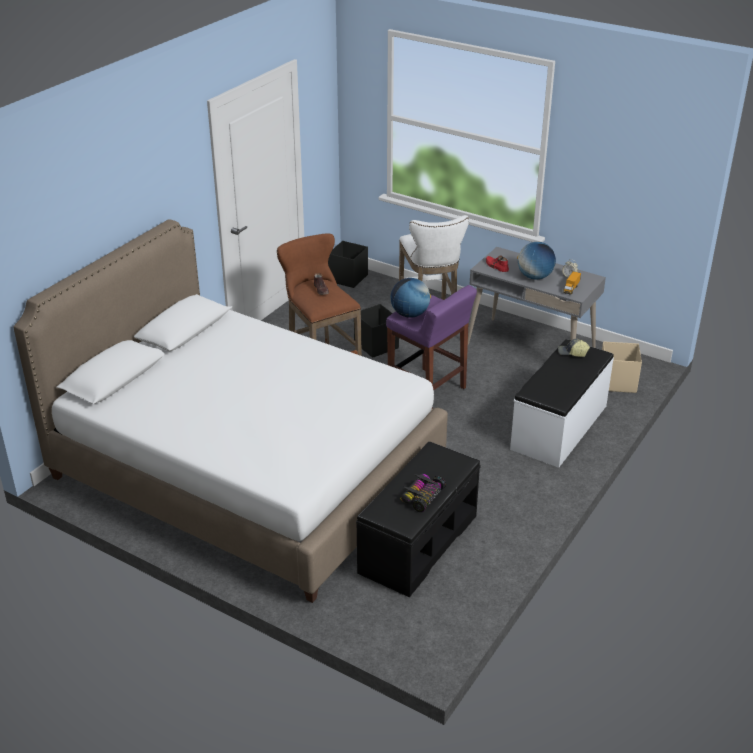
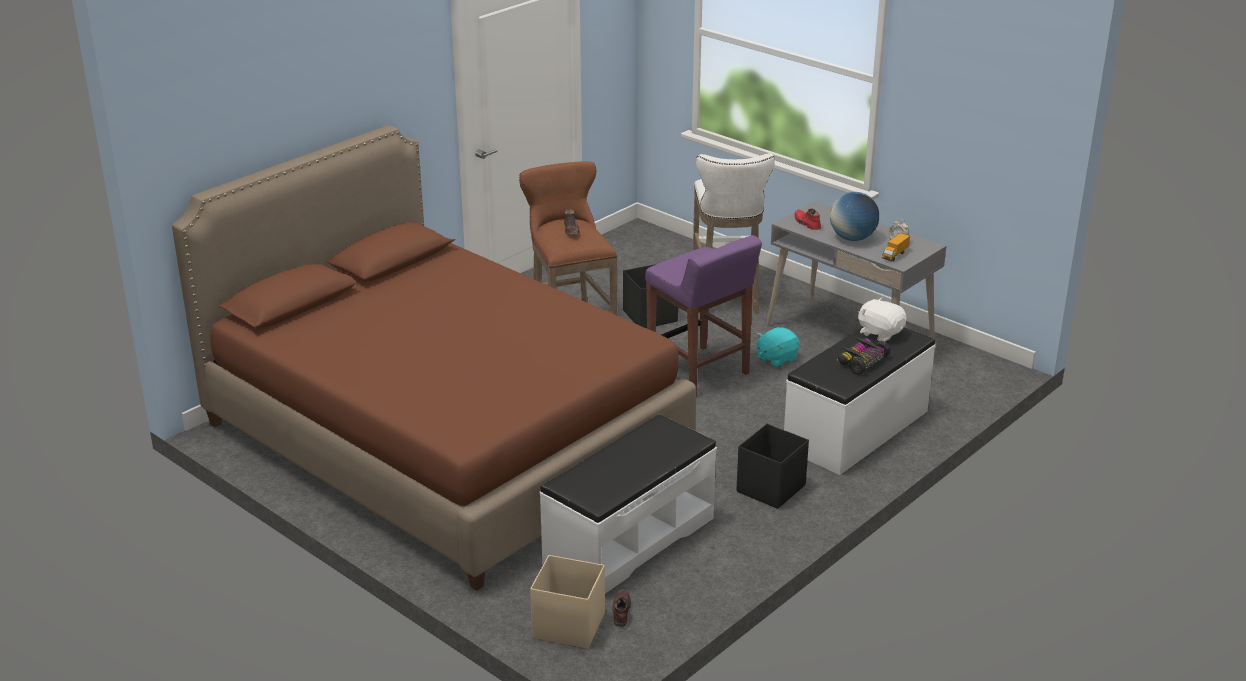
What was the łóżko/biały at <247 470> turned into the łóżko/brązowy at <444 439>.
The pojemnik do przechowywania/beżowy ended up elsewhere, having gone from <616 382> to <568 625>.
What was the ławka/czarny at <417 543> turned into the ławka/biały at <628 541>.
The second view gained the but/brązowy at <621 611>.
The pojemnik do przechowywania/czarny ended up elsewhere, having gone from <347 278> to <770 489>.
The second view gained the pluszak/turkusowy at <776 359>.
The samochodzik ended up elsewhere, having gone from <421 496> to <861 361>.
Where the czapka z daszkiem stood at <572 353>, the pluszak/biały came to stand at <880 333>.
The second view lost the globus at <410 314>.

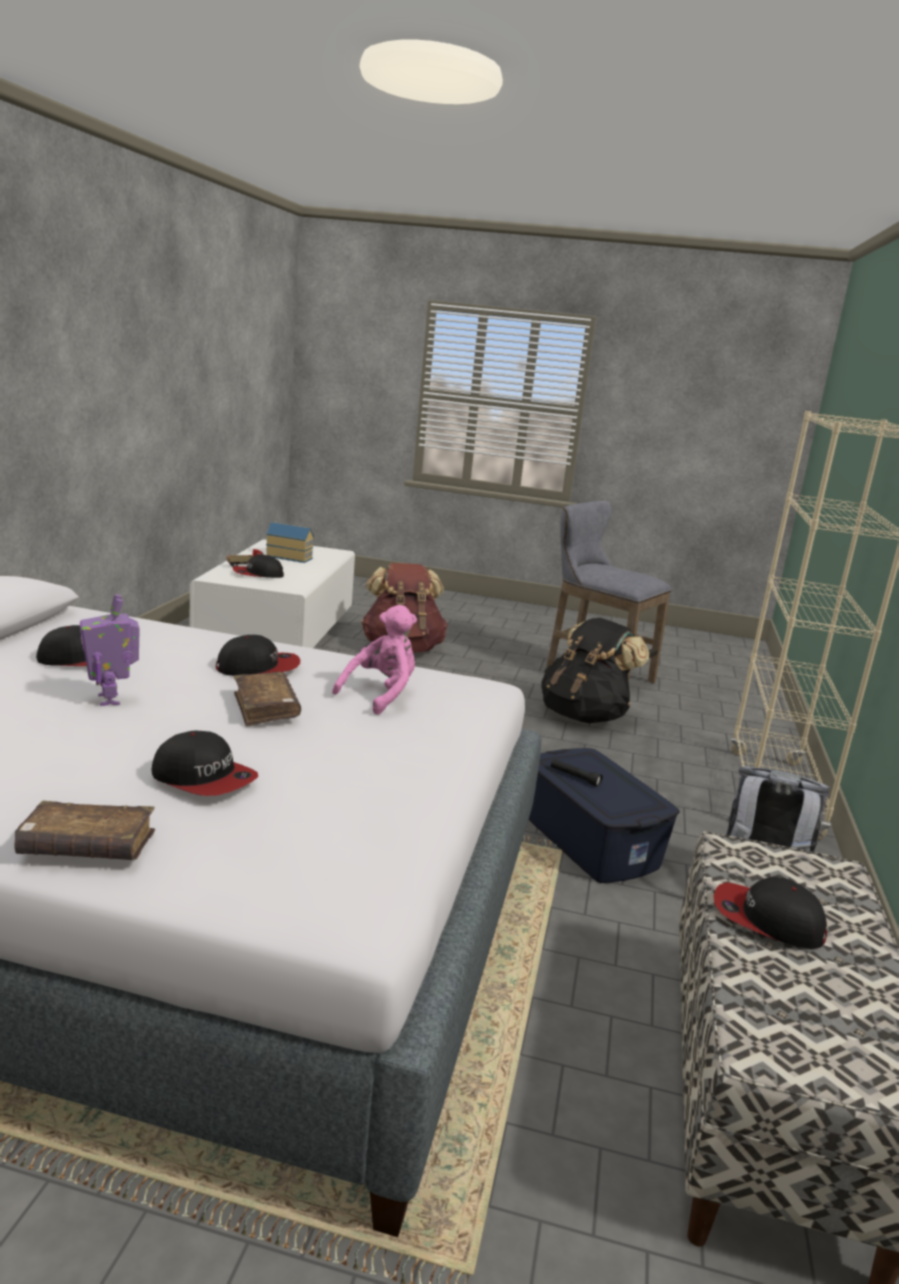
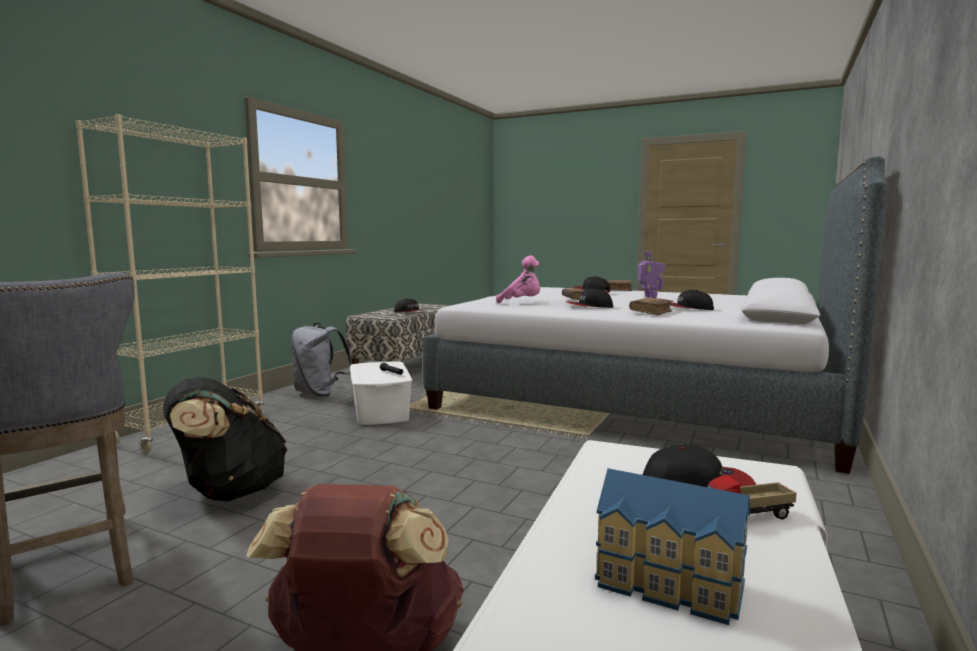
What was the pojemnik do przechowywania/niebieski at <590 840> turned into the pojemnik do przechowywania/biały at <380 411>.
The pluszak/różowy at <381 695> ended up facing another way, 120 degrees counterclockwise from before.
The second view gained the książka/brązowy at <651 312>.

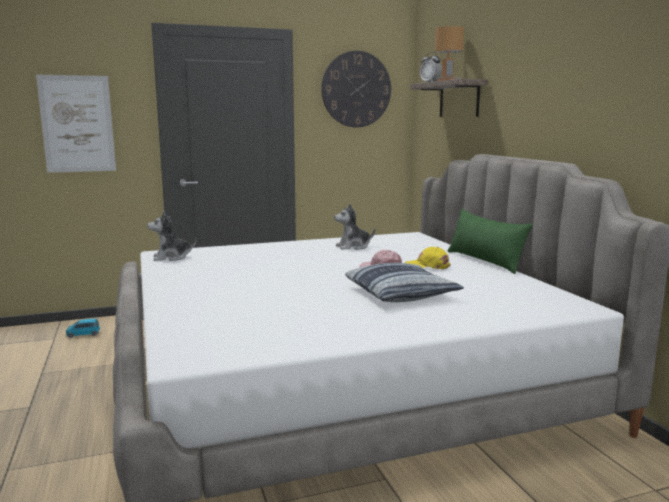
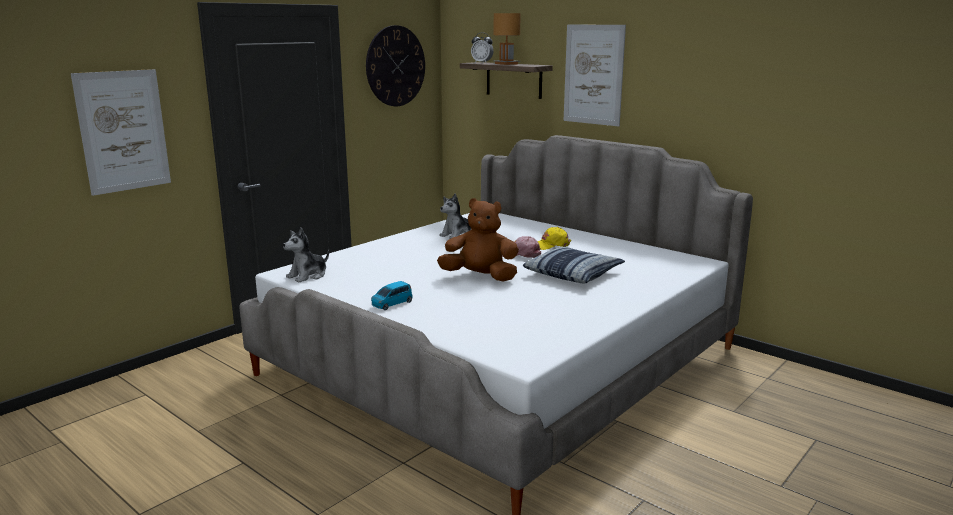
The samochodzik/niebieski ended up elsewhere, having gone from <83 334> to <392 304>.
The second view gained the pluszak/brązowy at <480 277>.
The second view gained the obraz at <593 75>.
The second view lost the poduszka/zielony at <484 261>.

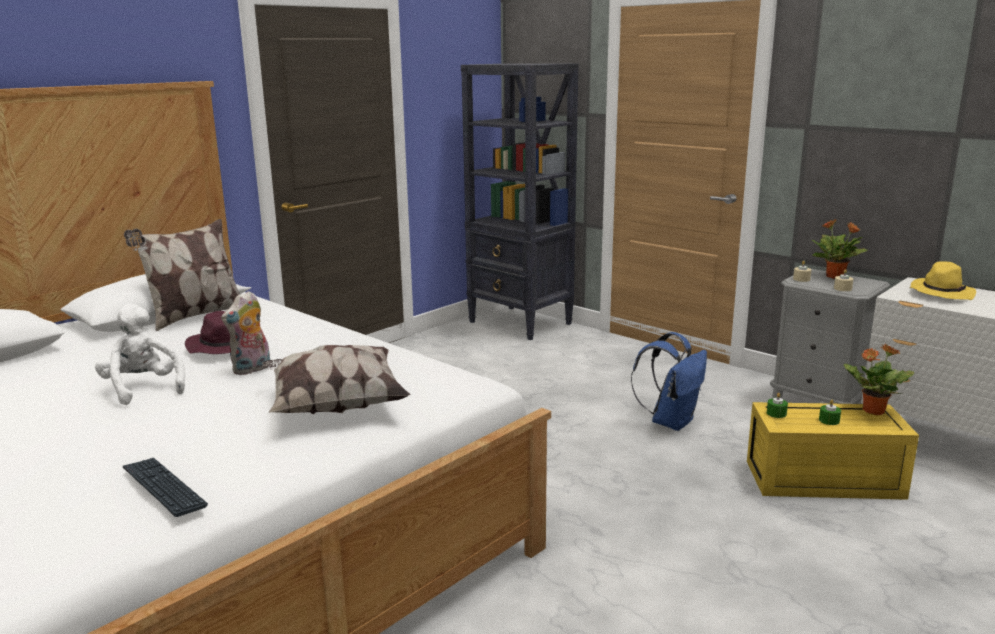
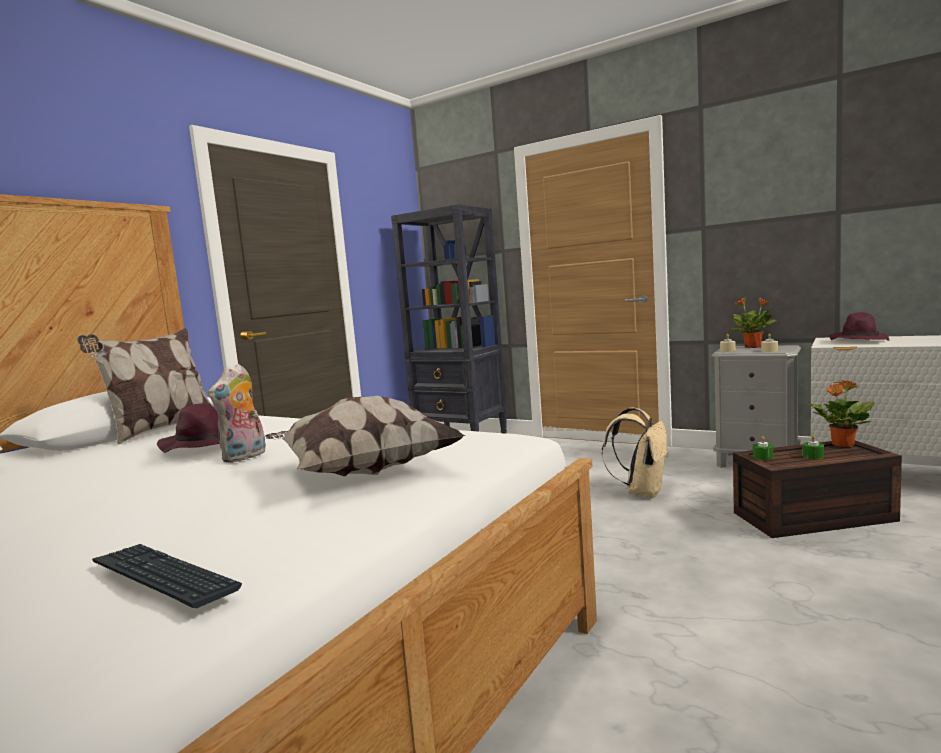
What was the plecak/niebieski at <671 421> turned into the plecak/beżowy at <642 492>.
What was the pojemnik do przechowywania/żółty at <822 480> turned into the pojemnik do przechowywania/brązowy at <812 518>.
What was the kapelusz/żółty at <940 293> turned into the kapelusz/fioletowy at <858 341>.
The second view lost the pluszak/biały at <143 388>.

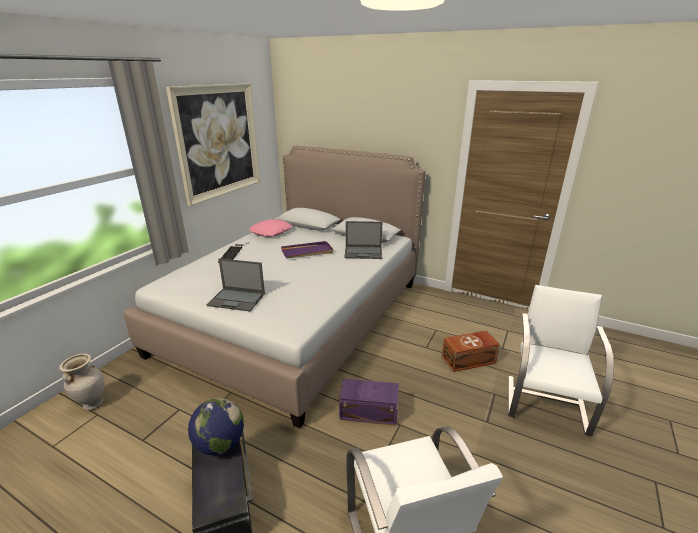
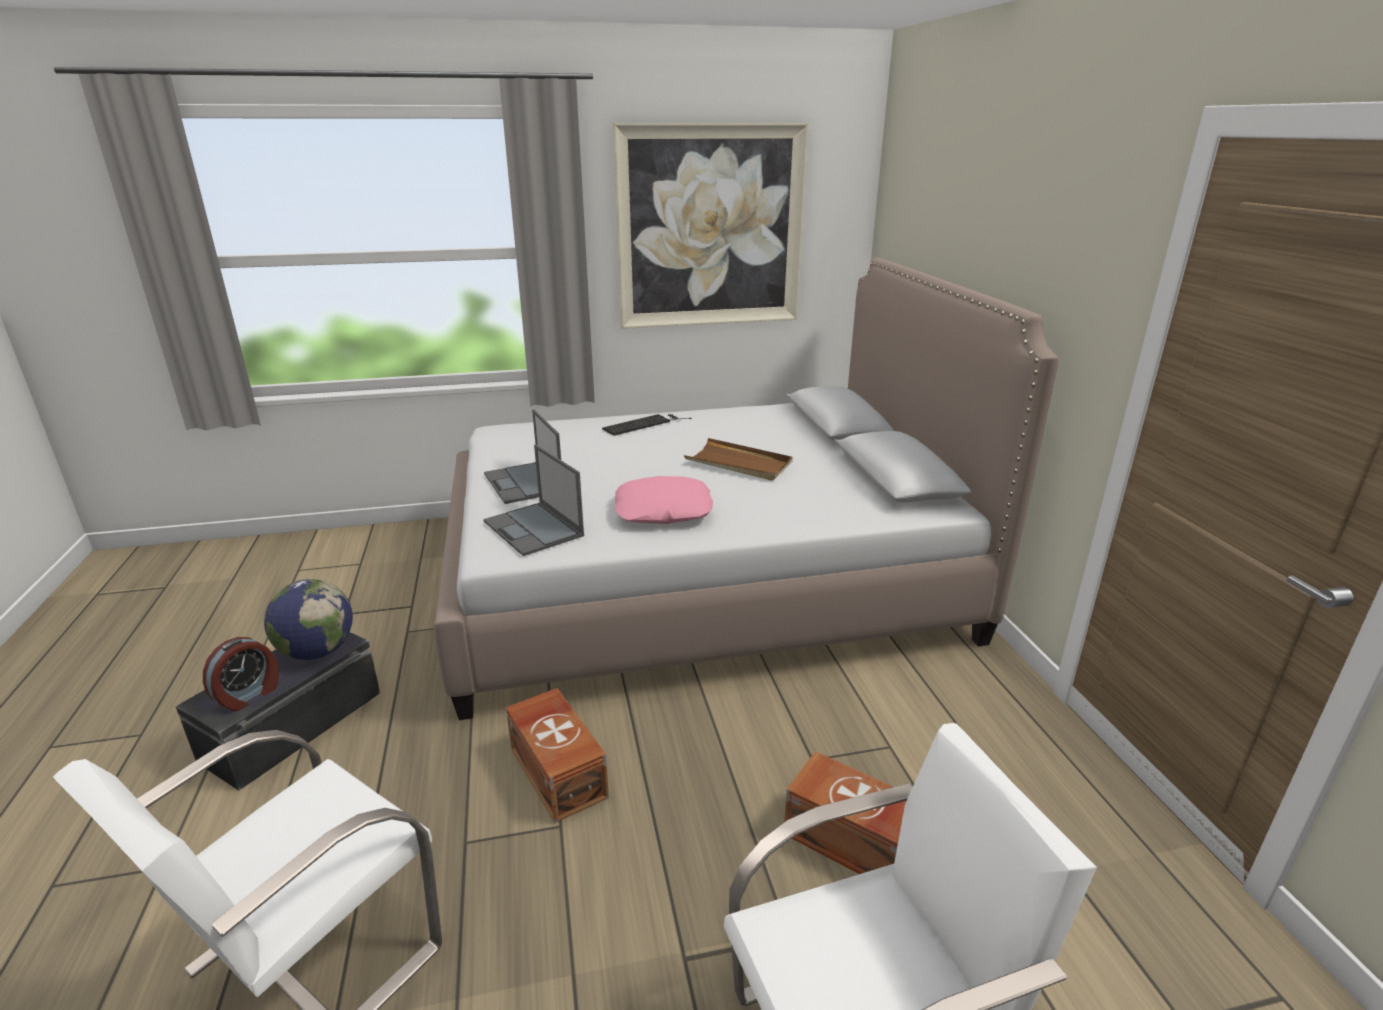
The second view gained the budzik at <249 695>.
The laptop ended up elsewhere, having gone from <364 252> to <534 529>.
What was the pojemnik do przechowywania/fioletowy at <368 411> turned into the pojemnik do przechowywania/brązowy at <559 771>.
The poduszka/różowy ended up elsewhere, having gone from <271 232> to <663 511>.
What was the taca/fioletowy at <307 252> turned into the taca/brązowy at <739 463>.
The second view lost the wazon/beżowy at <92 404>.

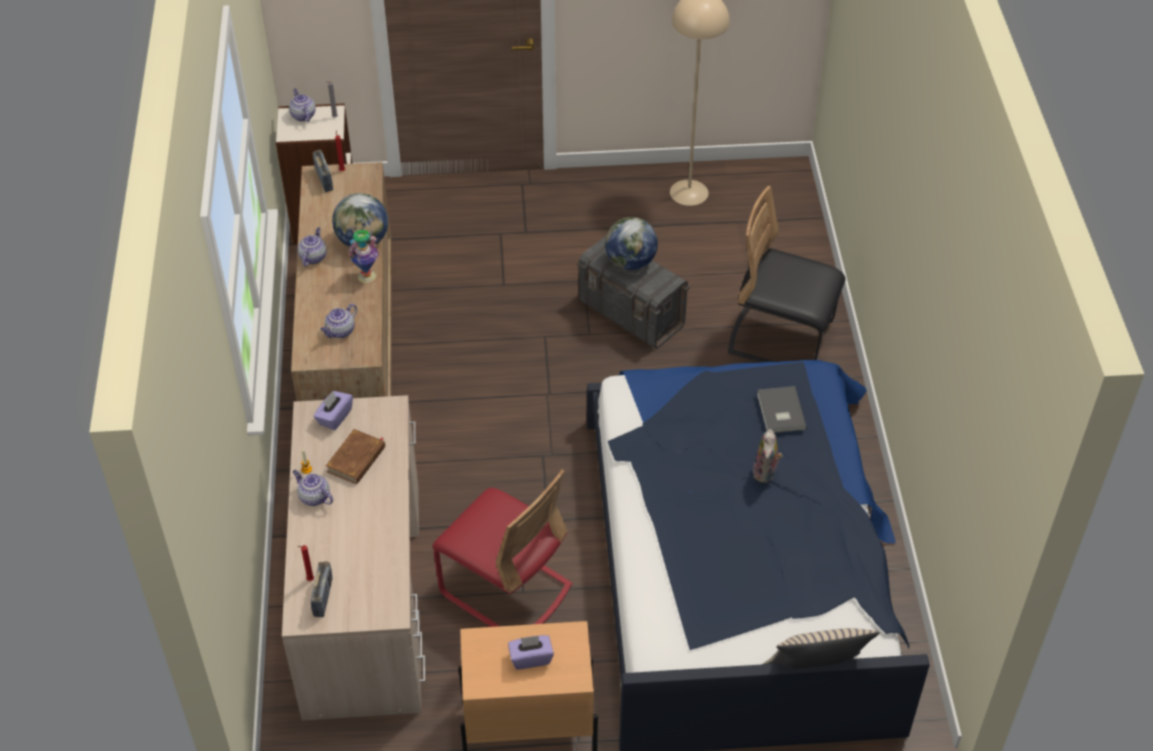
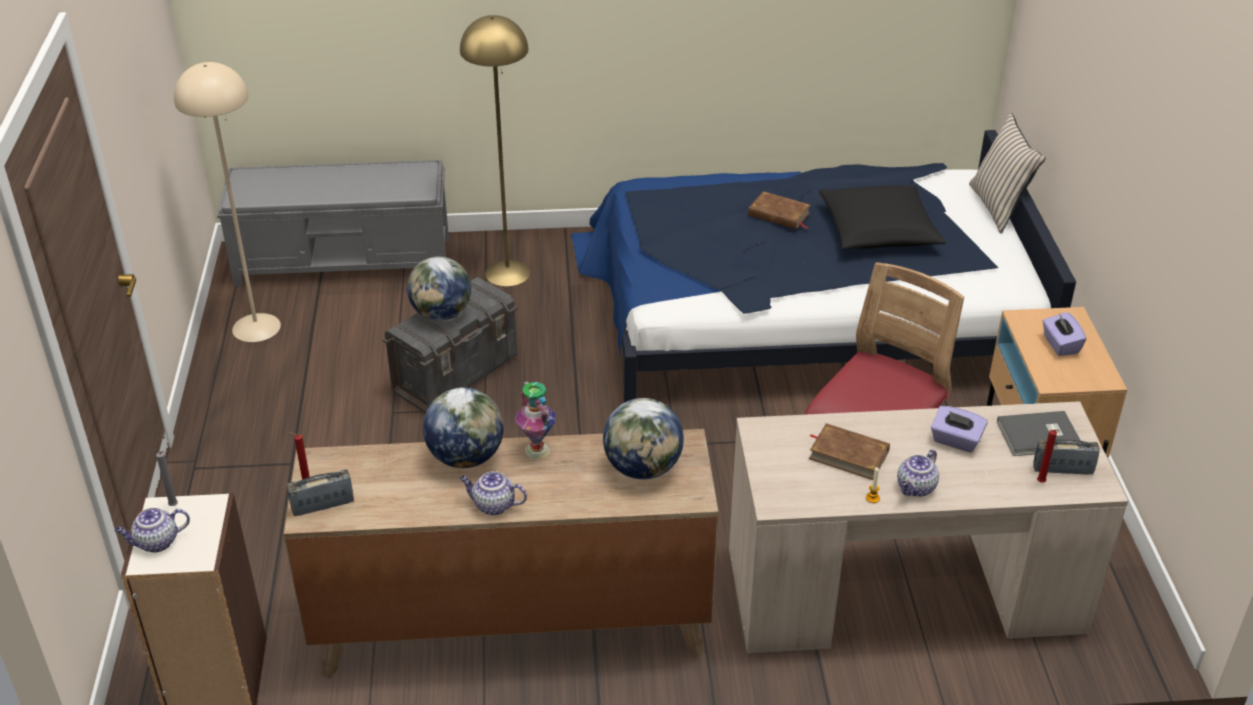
The second view gained the ławka/szary at <345 261>.
Where the krzesło/czarny stood at <781 338>, the lampa stojąca/żółty came to stand at <507 273>.
Where the imbryk stood at <340 331>, the globus came to stand at <643 468>.
Where the pluszak stood at <766 473>, the książka/brązowy came to stand at <779 214>.
The second view gained the poduszka/czarny at <878 230>.
The pudełko chusteczek/fioletowy ended up elsewhere, having gone from <334 417> to <955 441>.
The książka/szary ended up elsewhere, having gone from <780 412> to <1040 437>.

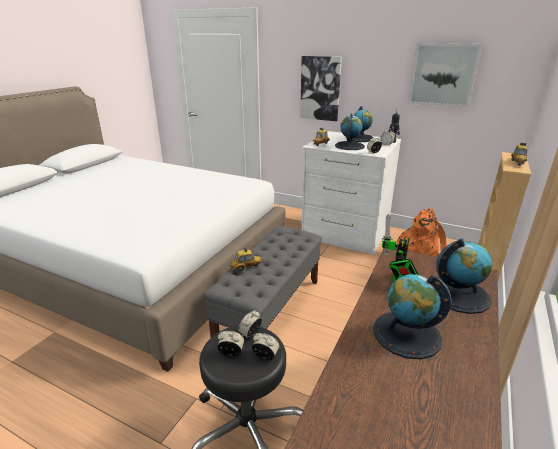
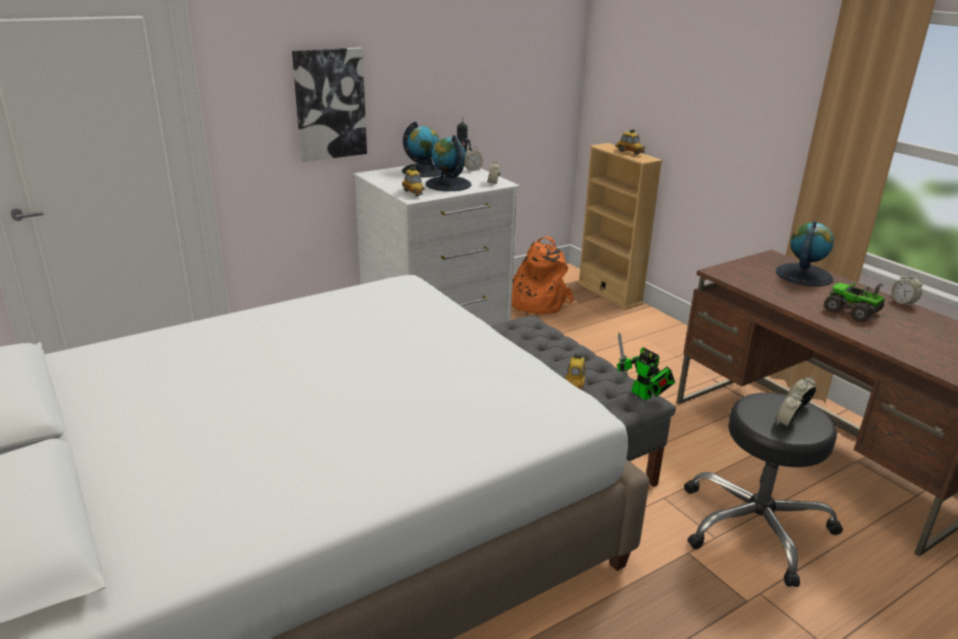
The robot zabawkowy ended up elsewhere, having gone from <396 278> to <644 395>.
Where the globus stood at <406 334>, the ciężarówka zabawkowa came to stand at <852 312>.
The budzik ended up elsewhere, having gone from <250 334> to <902 303>.
The second view lost the obraz at <442 75>.

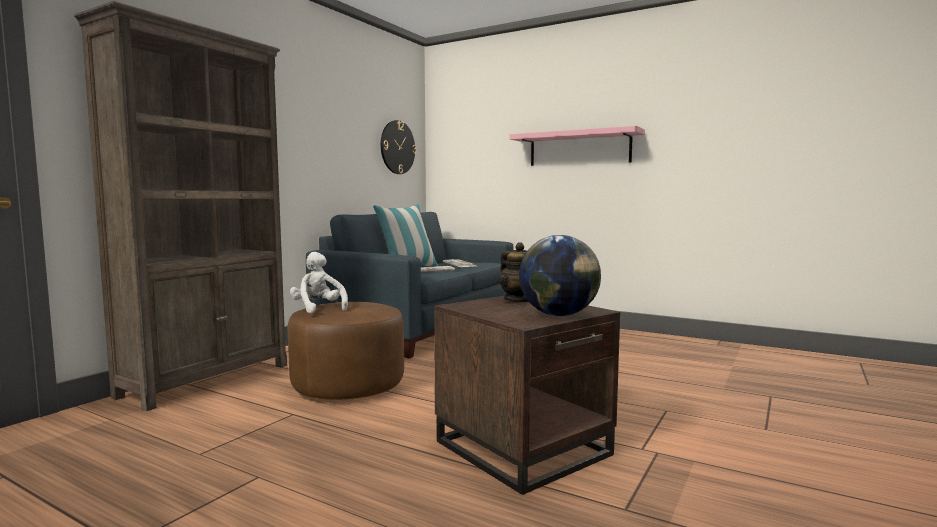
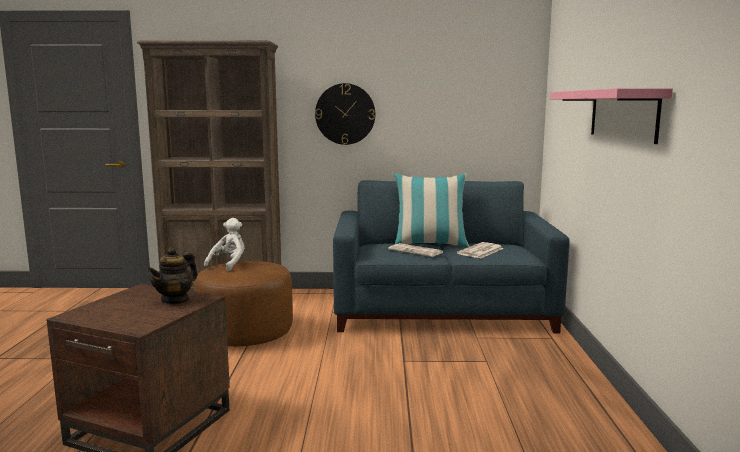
The zegar ścienny ended up elsewhere, having gone from <397 147> to <345 114>.
The second view lost the globus at <558 315>.

